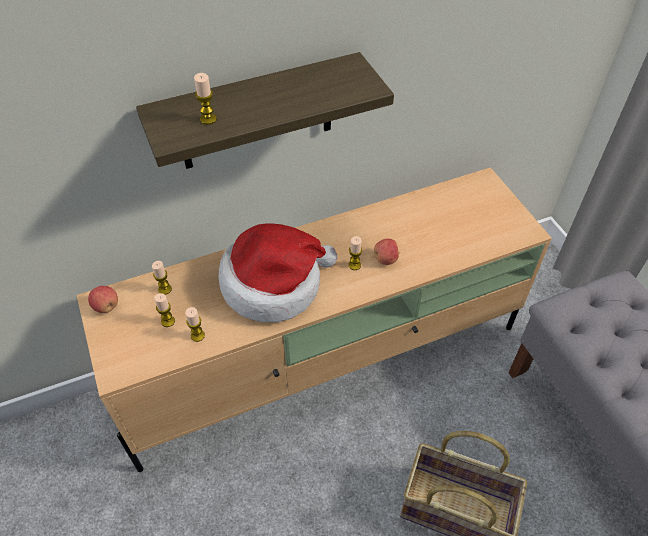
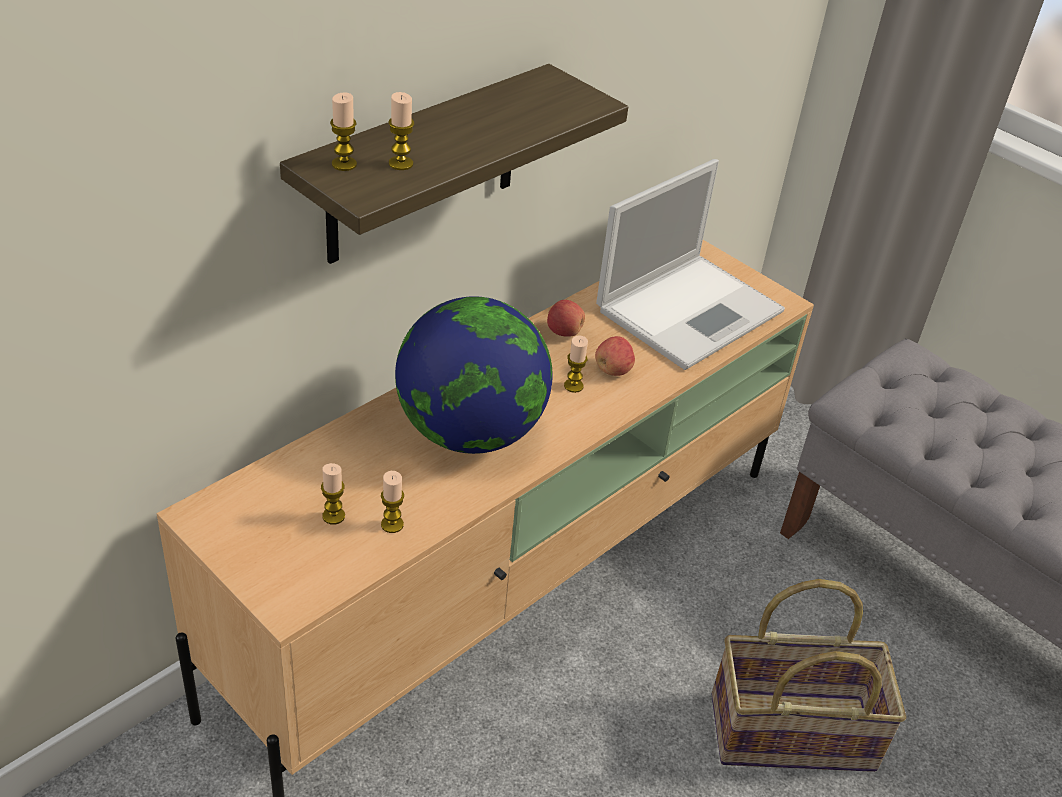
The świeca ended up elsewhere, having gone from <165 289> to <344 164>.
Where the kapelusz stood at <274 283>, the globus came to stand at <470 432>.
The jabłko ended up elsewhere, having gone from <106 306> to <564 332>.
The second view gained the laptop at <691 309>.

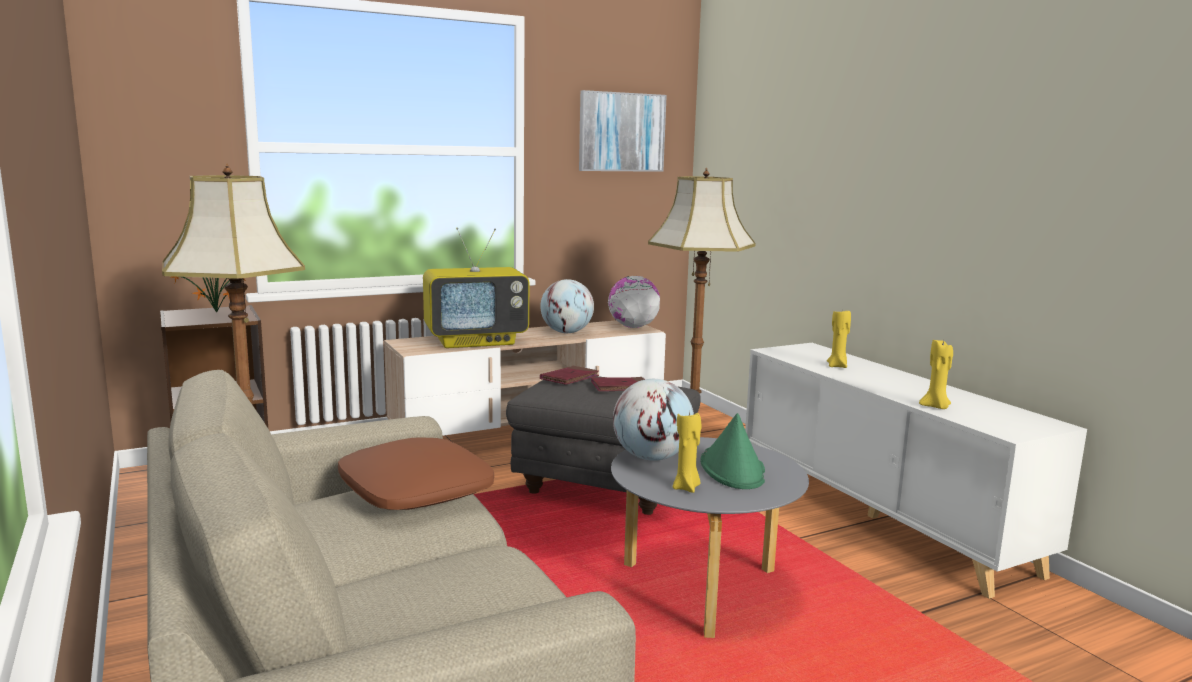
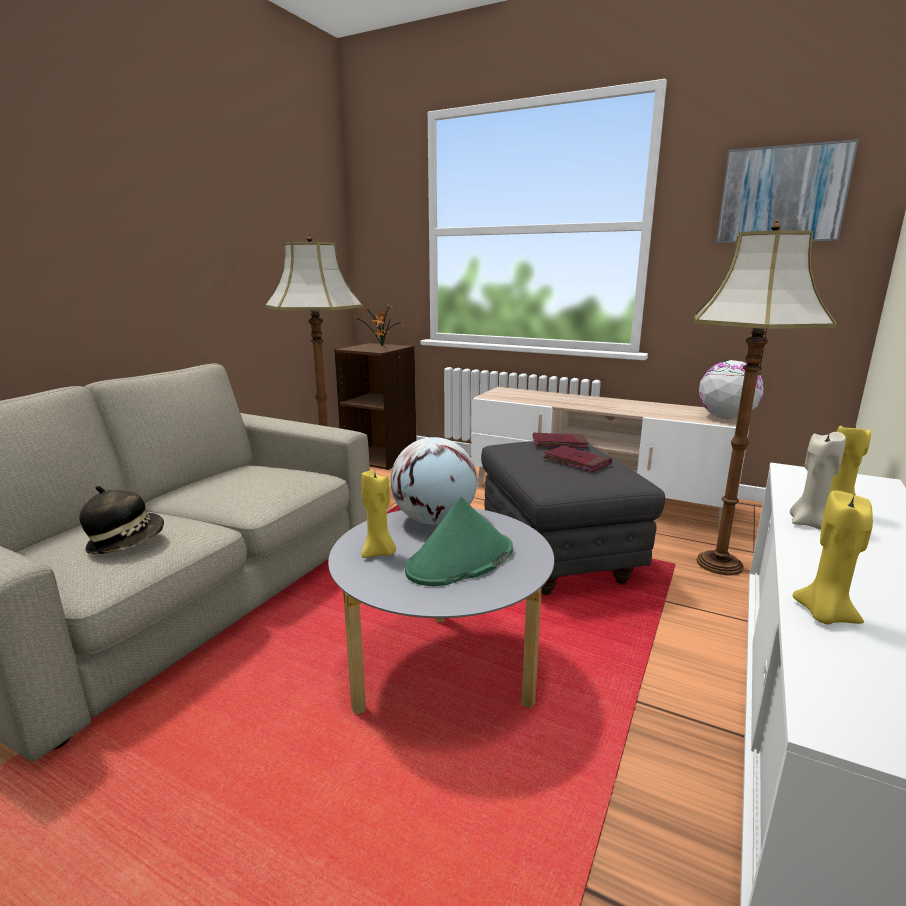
The second view gained the kapelusz at <127 542>.
The second view gained the świeca/beżowy at <808 523>.
The second view lost the poduszka/brązowy at <415 491>.
The second view lost the telewizor at <476 341>.
The second view lost the globus at <566 332>.

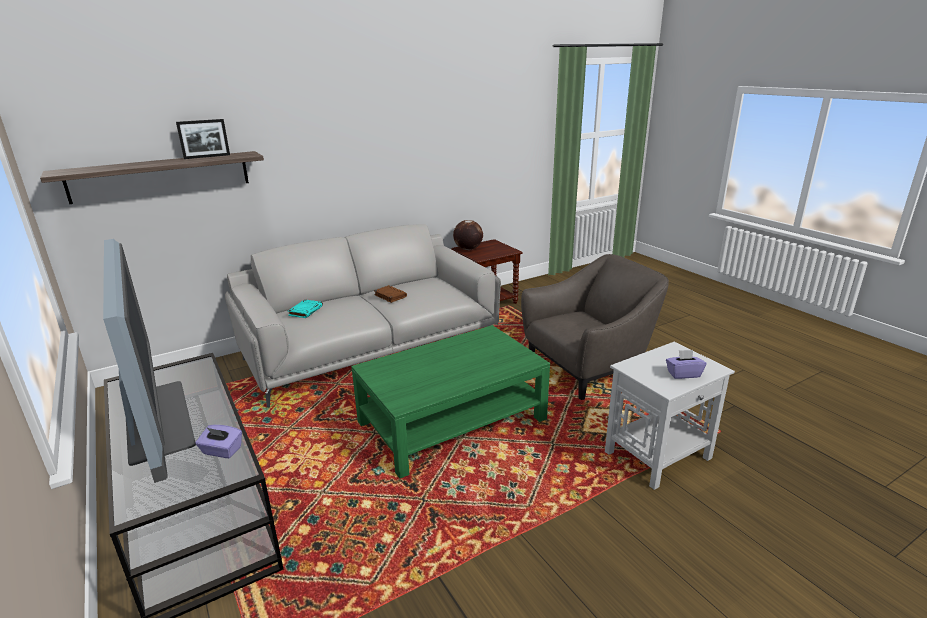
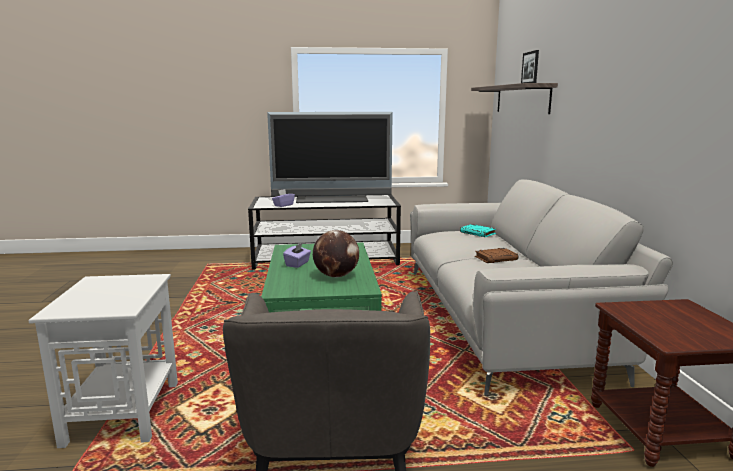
The pudełko chusteczek/fioletowy ended up elsewhere, having gone from <683 374> to <297 264>.
The globus ended up elsewhere, having gone from <468 249> to <336 276>.

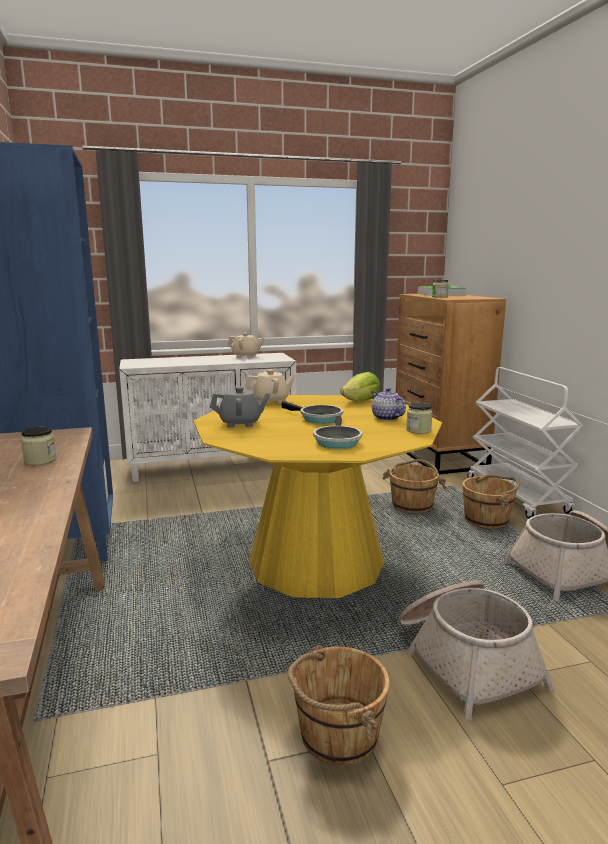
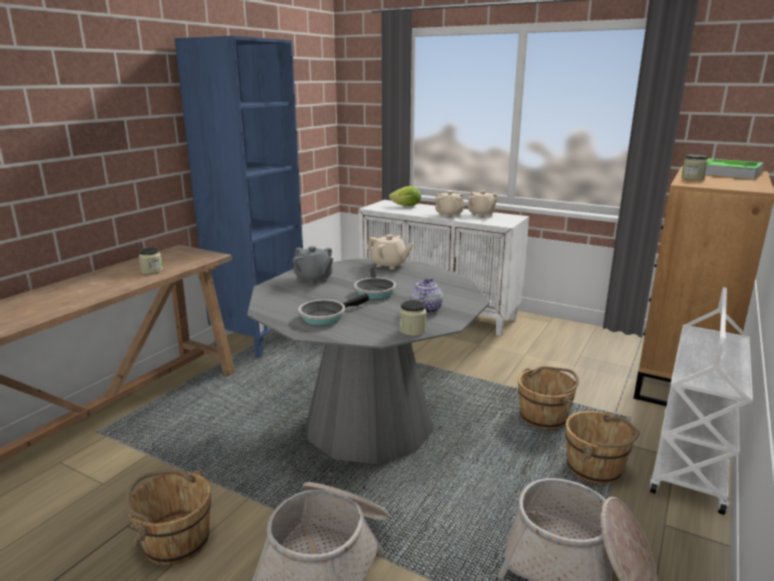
What was the stół jadalny/żółty at <316 563> turned into the stół jadalny/szary at <369 424>.
The sałata ended up elsewhere, having gone from <361 401> to <406 206>.
The second view gained the imbryk/beżowy at <448 215>.

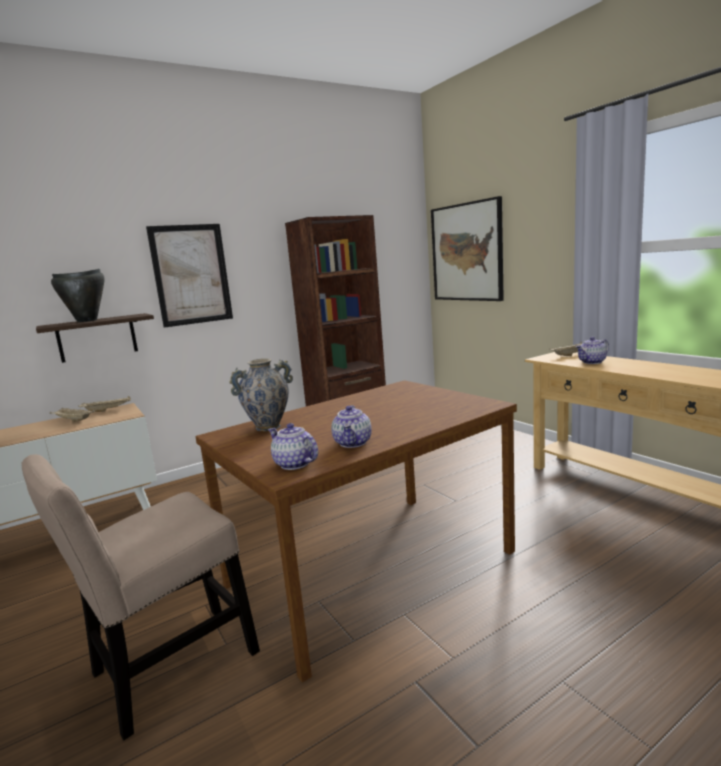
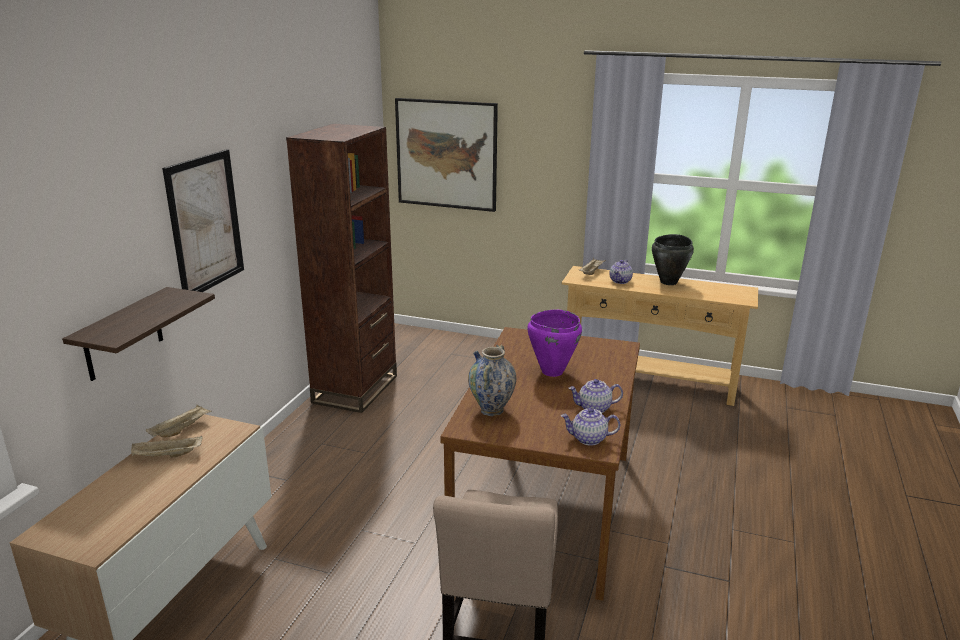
The second view gained the garnek/fioletowy at <551 371>.
The imbryk at <353 443> ended up facing another way, 120 degrees clockwise from before.
The garnek/czarny ended up elsewhere, having gone from <87 321> to <669 282>.

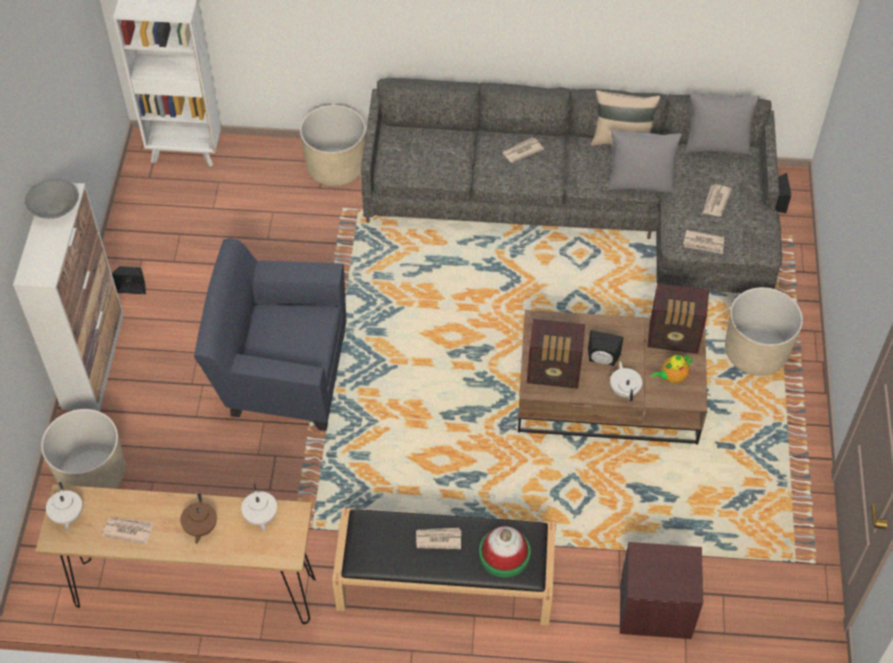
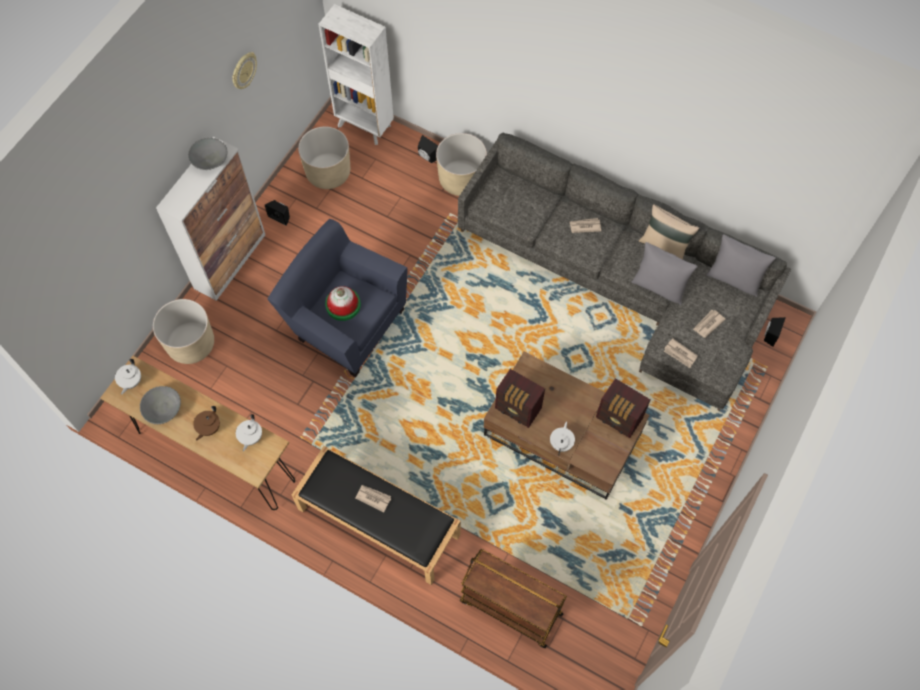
Where the gazeta stood at <128 530>, the miska/szary came to stand at <163 409>.
The second view gained the zegar ścienny at <243 71>.
The donica/beżowy ended up elsewhere, having gone from <755 352> to <328 173>.
The kapelusz ended up elsewhere, having gone from <504 554> to <343 305>.
The głośnik/czarny ended up elsewhere, having gone from <602 360> to <427 157>.
Where the szafka nocna/brązowy stood at <655 609>, the wózek/brązowy came to stand at <510 607>.
The second view lost the imbryk at <672 377>.

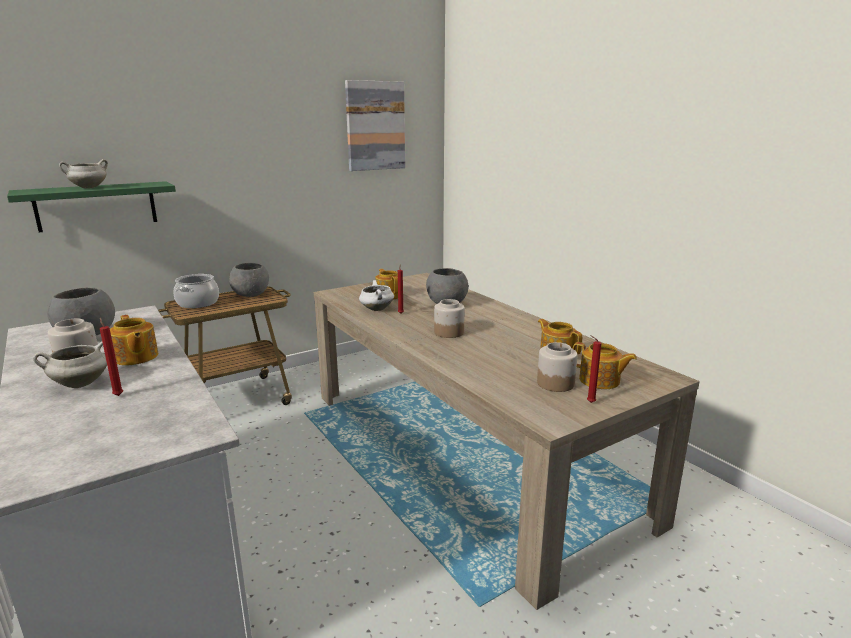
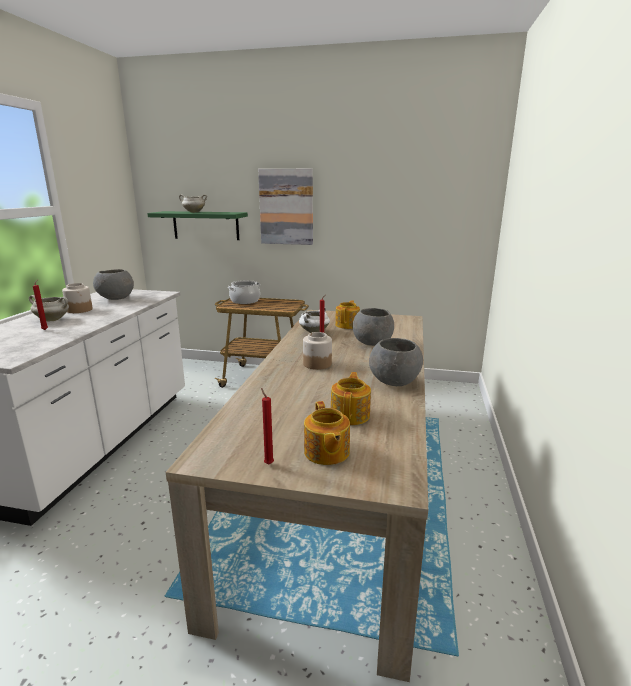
The obraz ended up elsewhere, having gone from <375 126> to <286 207>.
The miska/szary ended up elsewhere, having gone from <251 295> to <394 382>.
The second view lost the imbryk at <135 357>.
The second view lost the słoik at <555 383>.

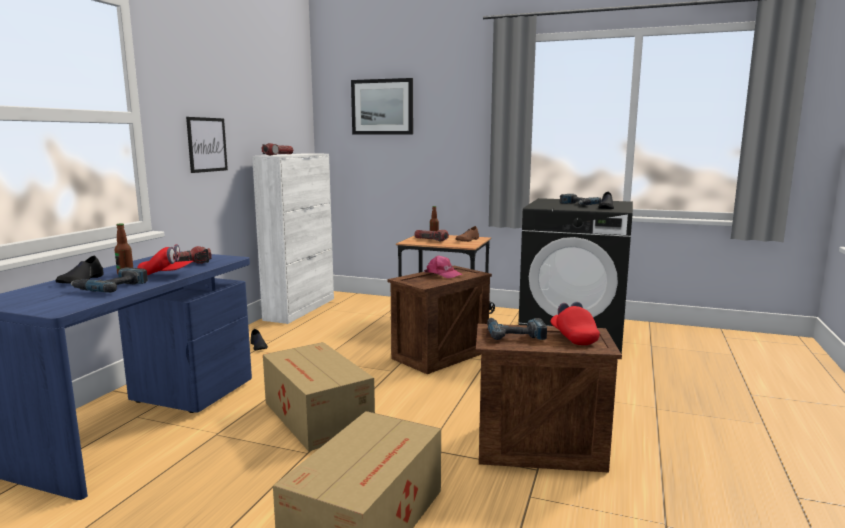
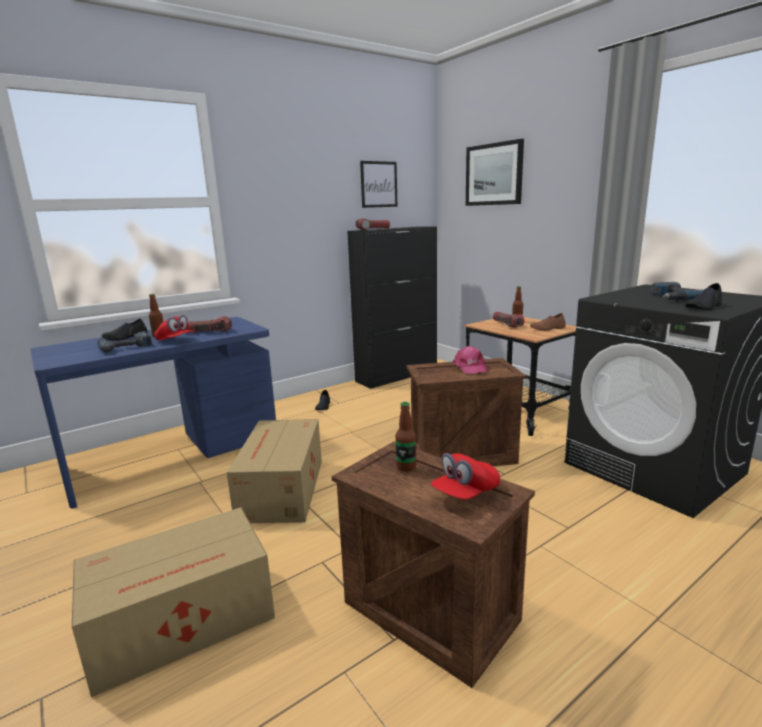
What was the szafka/biały at <300 309> turned into the szafka/czarny at <397 375>.
The obraz ended up elsewhere, having gone from <207 144> to <379 184>.
Where the wiertarka stood at <515 334>, the butelka came to stand at <406 467>.
The czapka z daszkiem/czerwony at <573 337> ended up facing another way, 150 degrees counterclockwise from before.

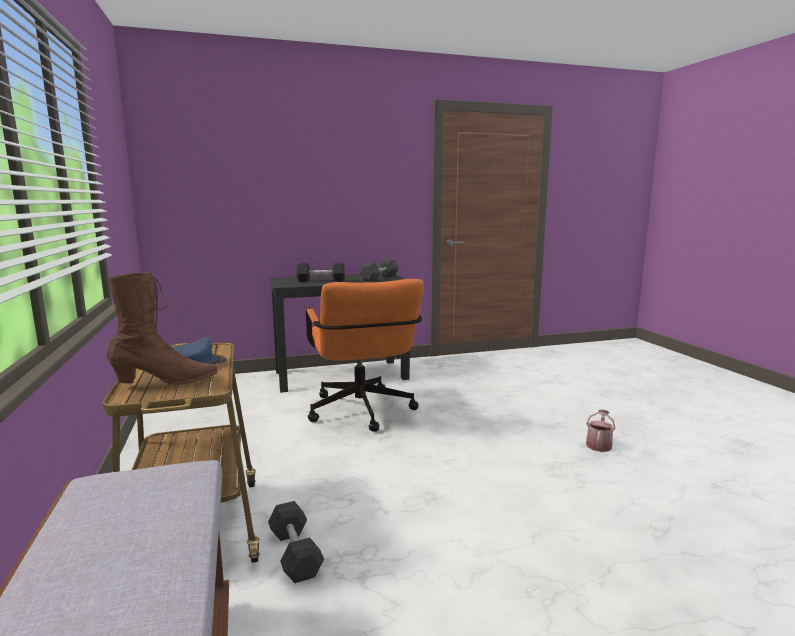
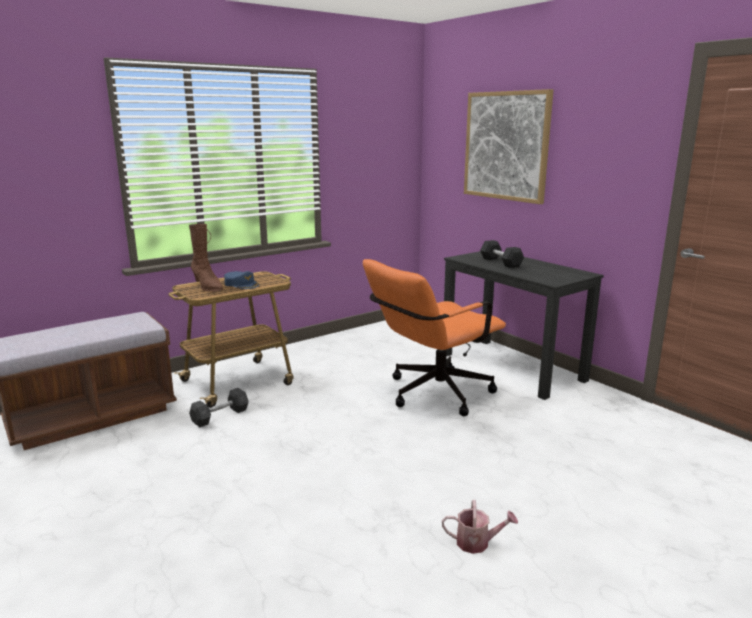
The second view gained the obraz at <506 146>.
The second view lost the hantel/szary at <379 278>.

